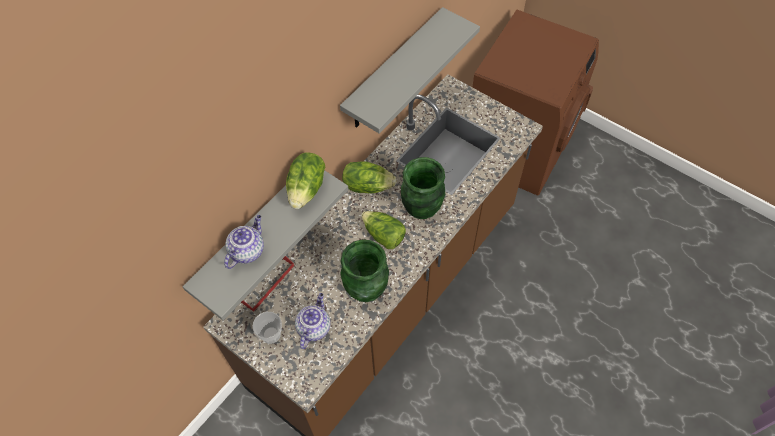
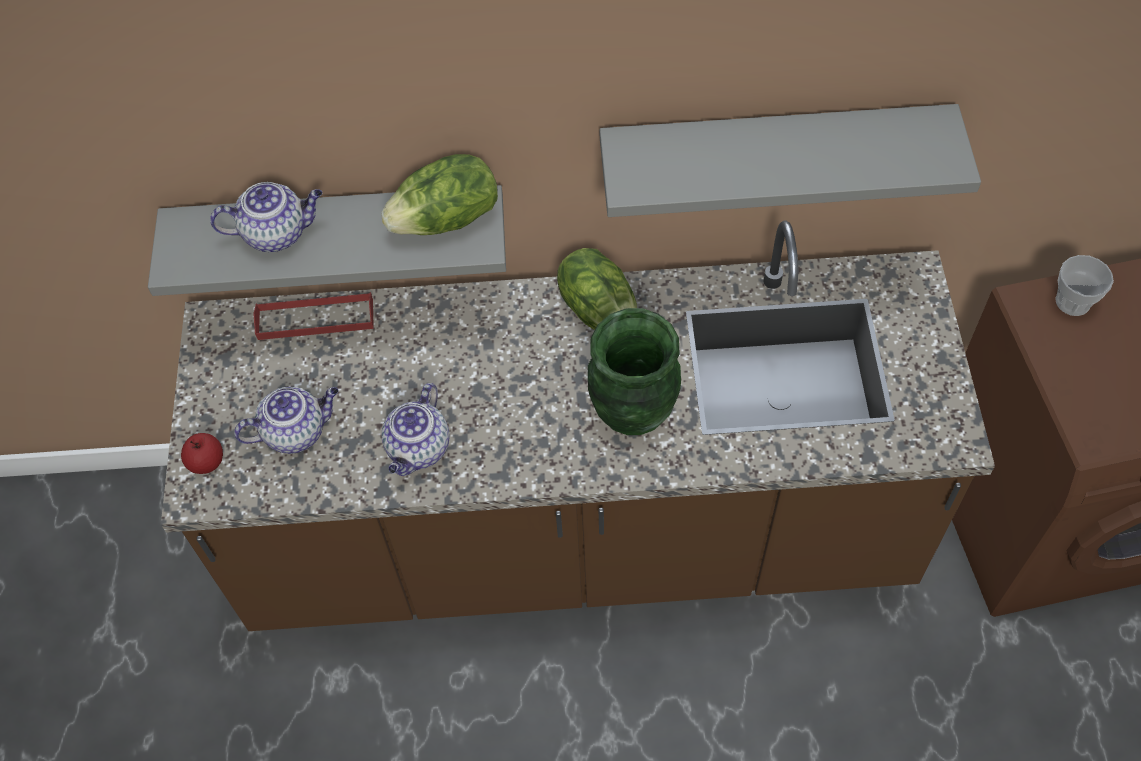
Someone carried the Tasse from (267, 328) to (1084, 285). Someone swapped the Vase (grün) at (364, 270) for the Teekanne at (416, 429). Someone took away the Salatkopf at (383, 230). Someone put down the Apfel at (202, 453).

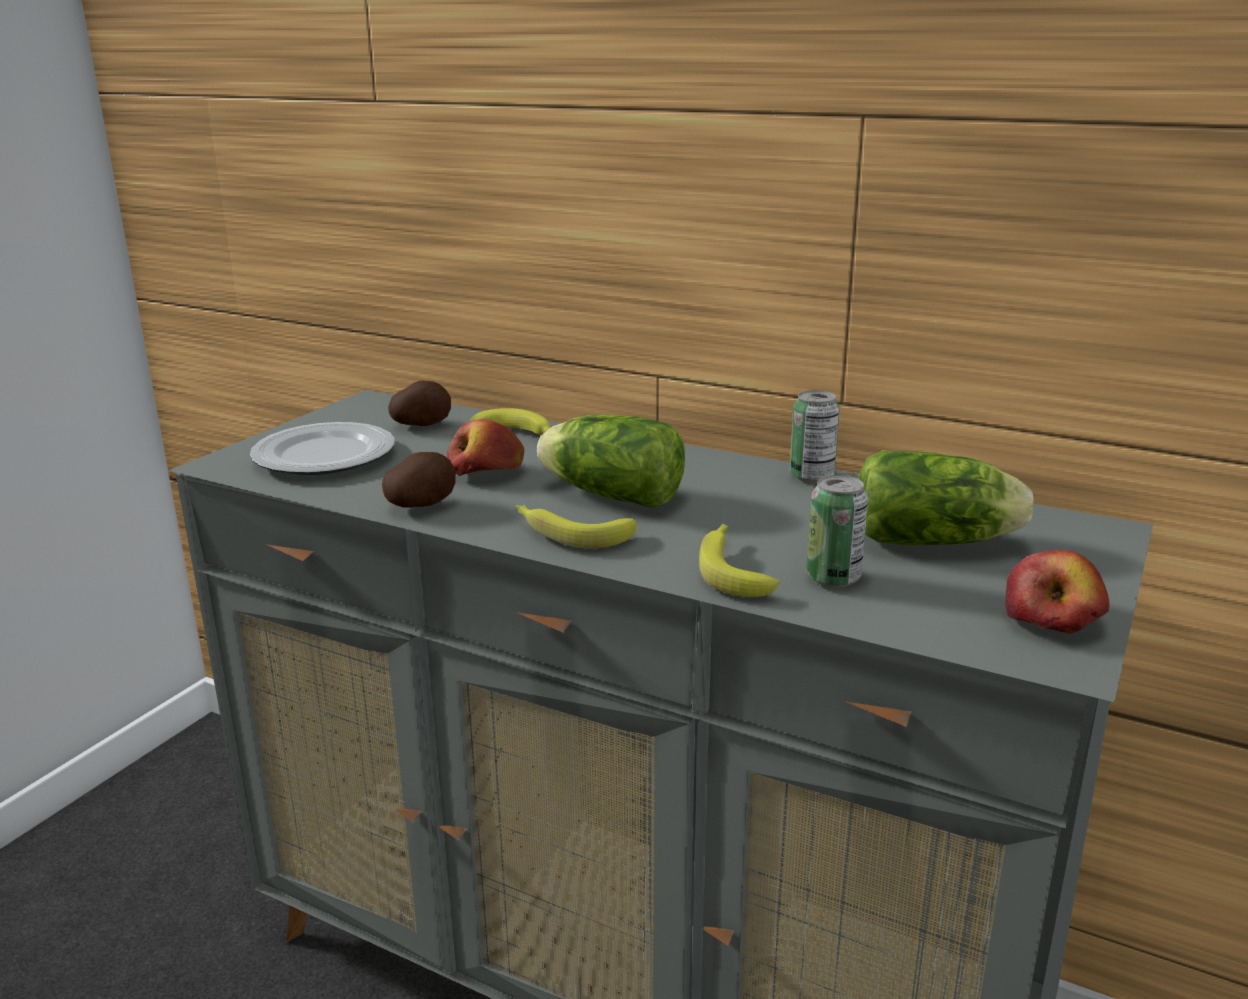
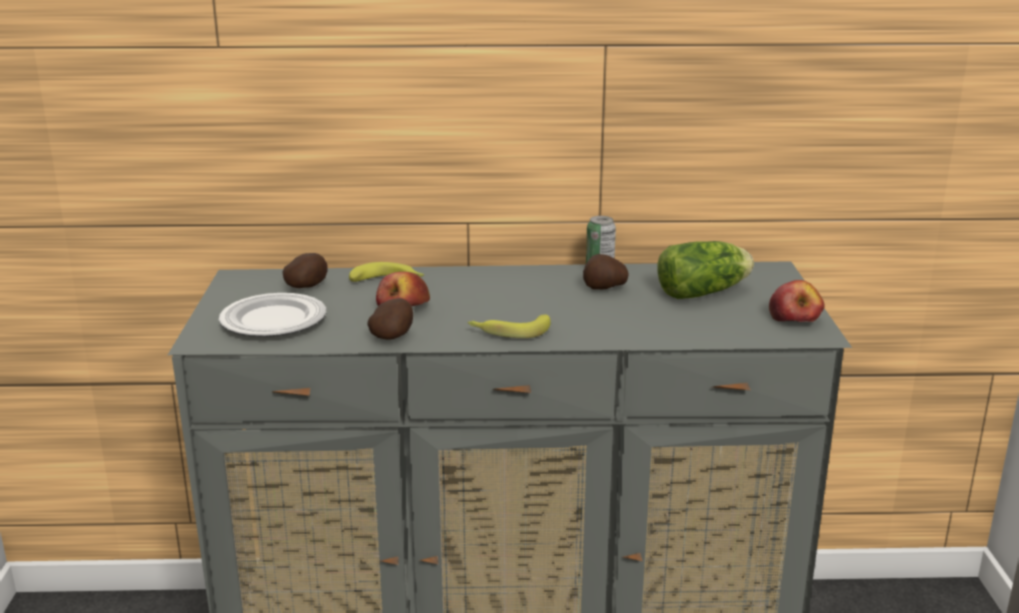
Someone took away the Salatkopf at (611, 460). Someone took away the Banane at (739, 560). Someone took away the Dose at (837, 531). Someone put down the Kartoffel at (606, 271).

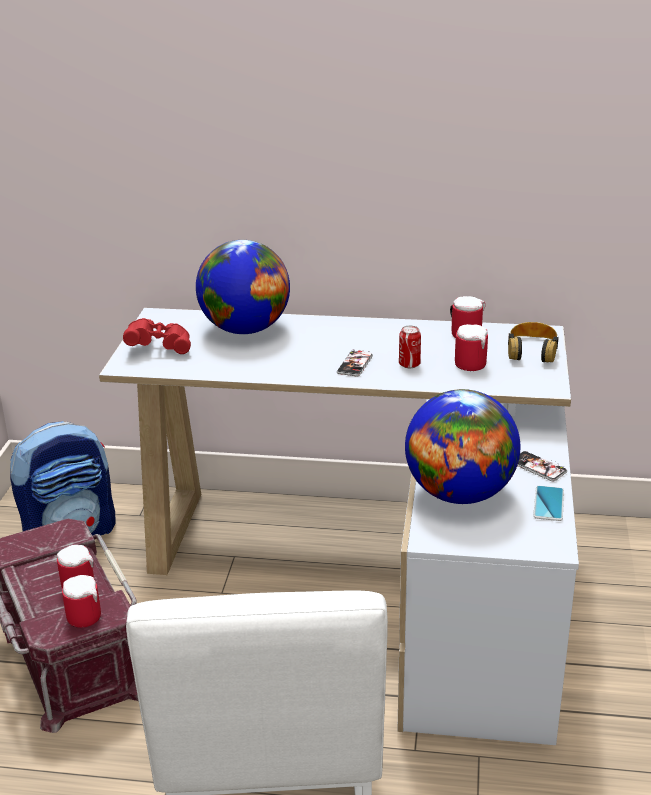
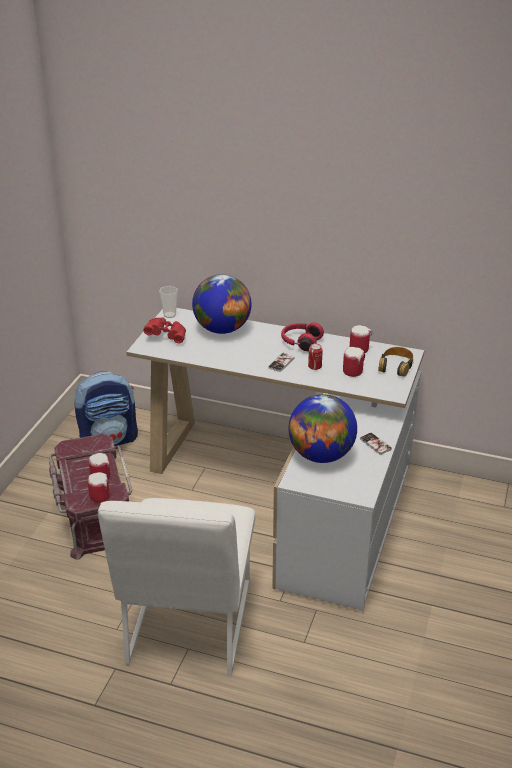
Someone took away the Handy at (548, 503). Someone put down the Tasse at (168, 302). Someone put down the Kopfhörer (rot) at (302, 336).

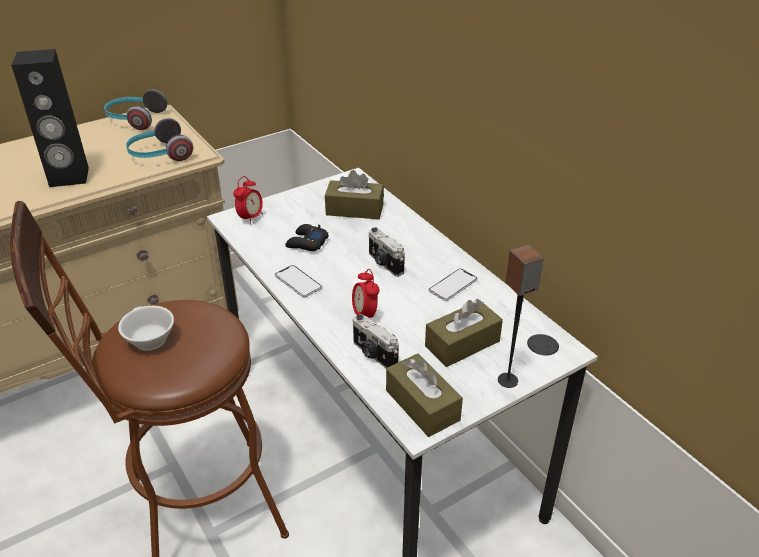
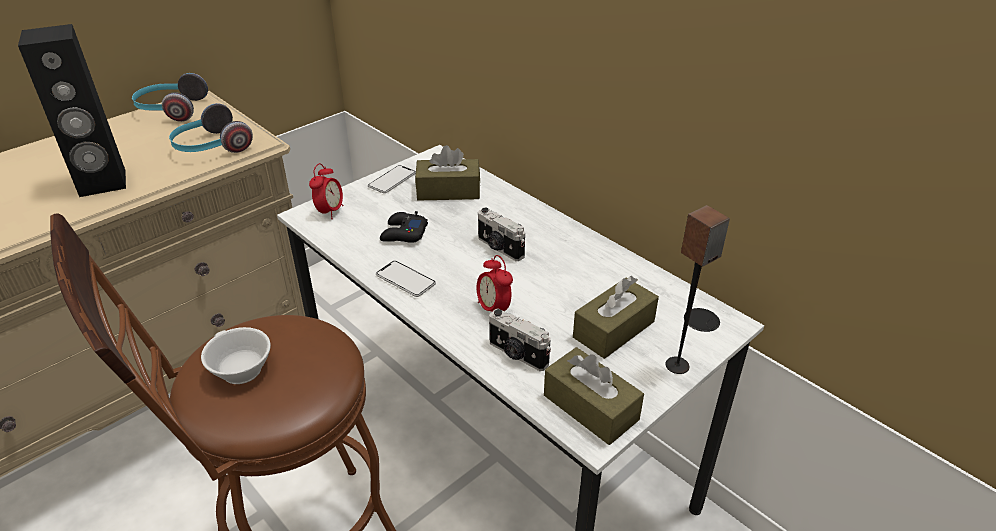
Someone carried the Handy from (453, 285) to (392, 179).

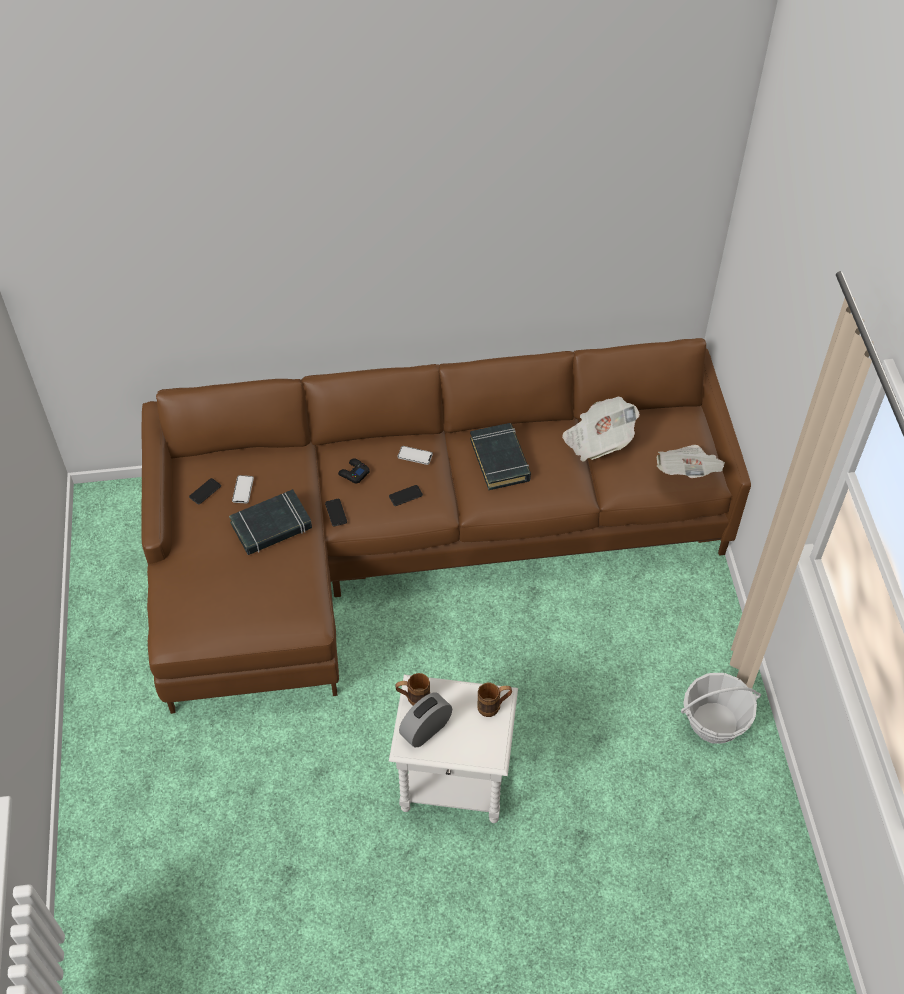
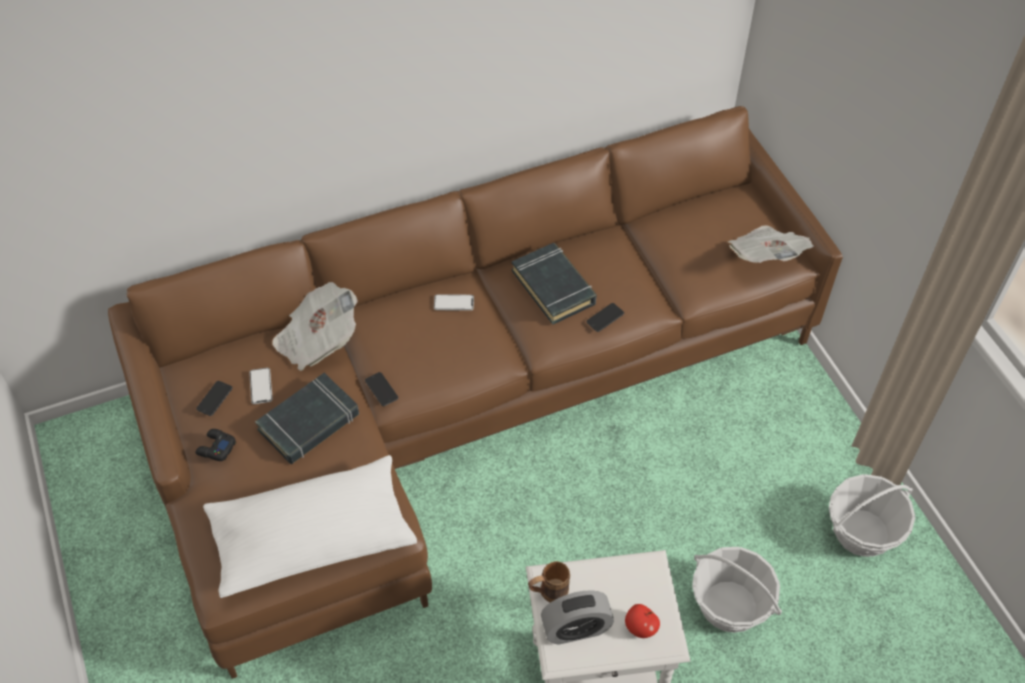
Someone carried the Gamepad (schwarz) from (354, 471) to (216, 445). Someone carried the Handy from (406, 495) to (605, 317). Someone rotated the Wecker at (425, 719) by 135 degrees counterclockwise. Someone took away the Henkelbecher (braun) at (494, 700). Someone carried the Zeitung from (601, 429) to (315, 326). Someone put down the Kissen (weiß) at (310, 526). Someone put down the Apfel at (642, 621). Someone put down the Korb at (737, 590).

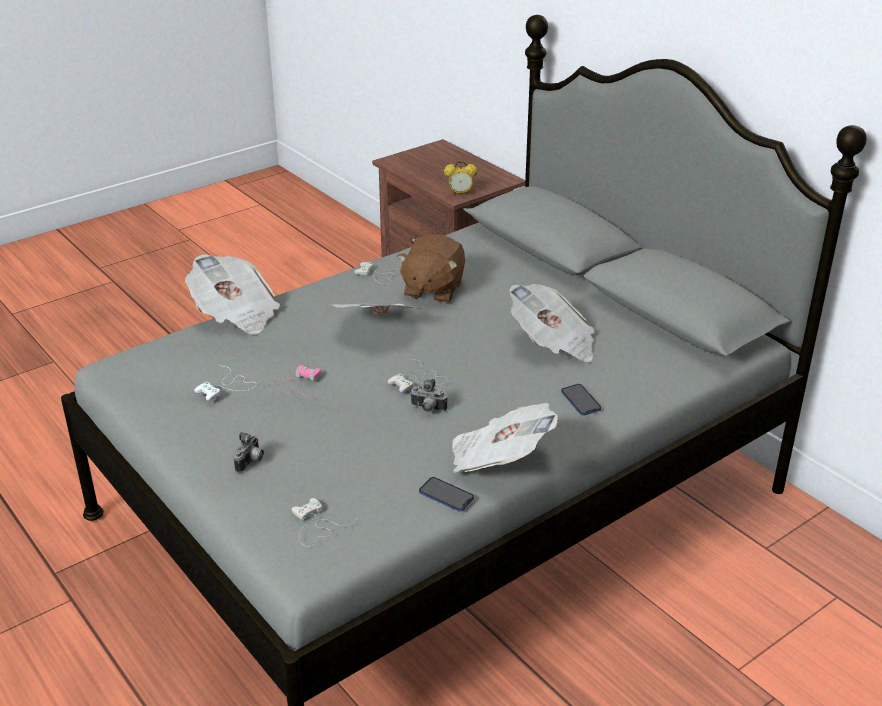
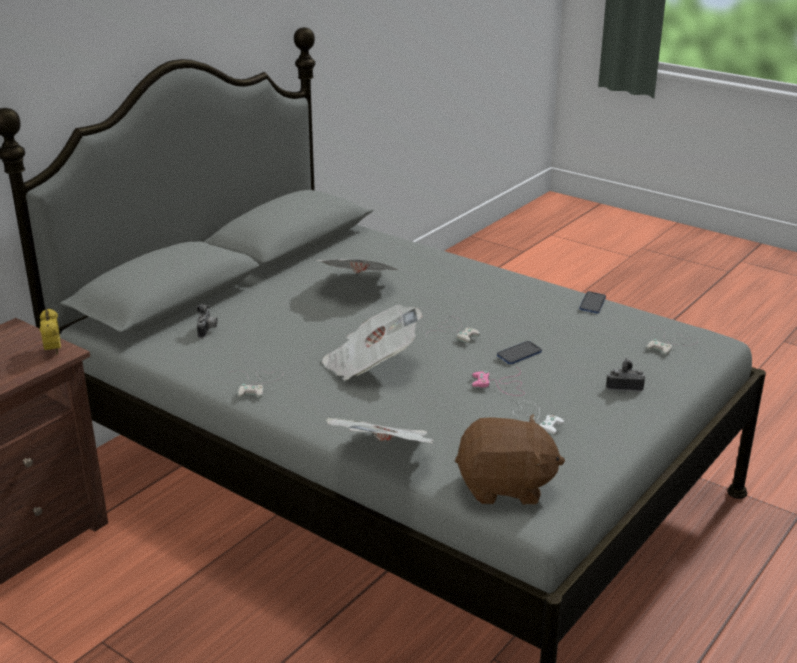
Someone carried the Plüschtier (braun) from (431, 268) to (510, 459). Someone carried the Kamera from (428, 395) to (206, 321). Someone took away the Zeitung at (505, 438). Someone carried the Handy from (581, 400) to (519, 352).

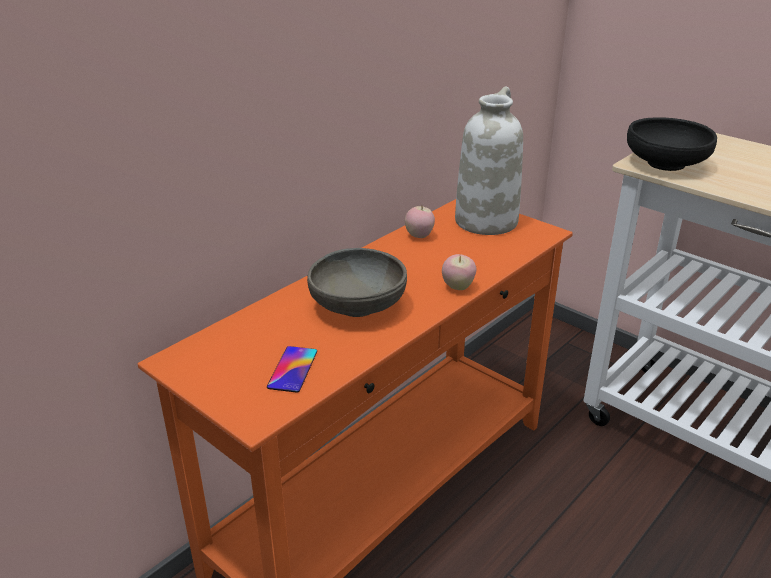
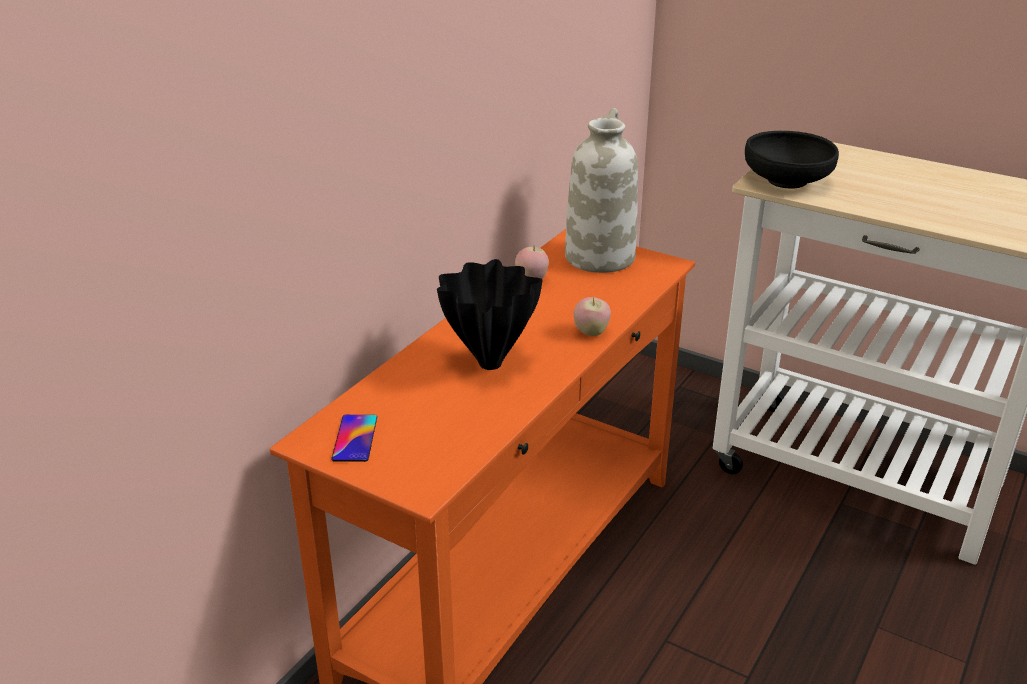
Someone carried the Handy from (292, 369) to (354, 438). Someone swapped the Schüssel (grau) at (357, 282) for the Vase (schwarz) at (489, 314).

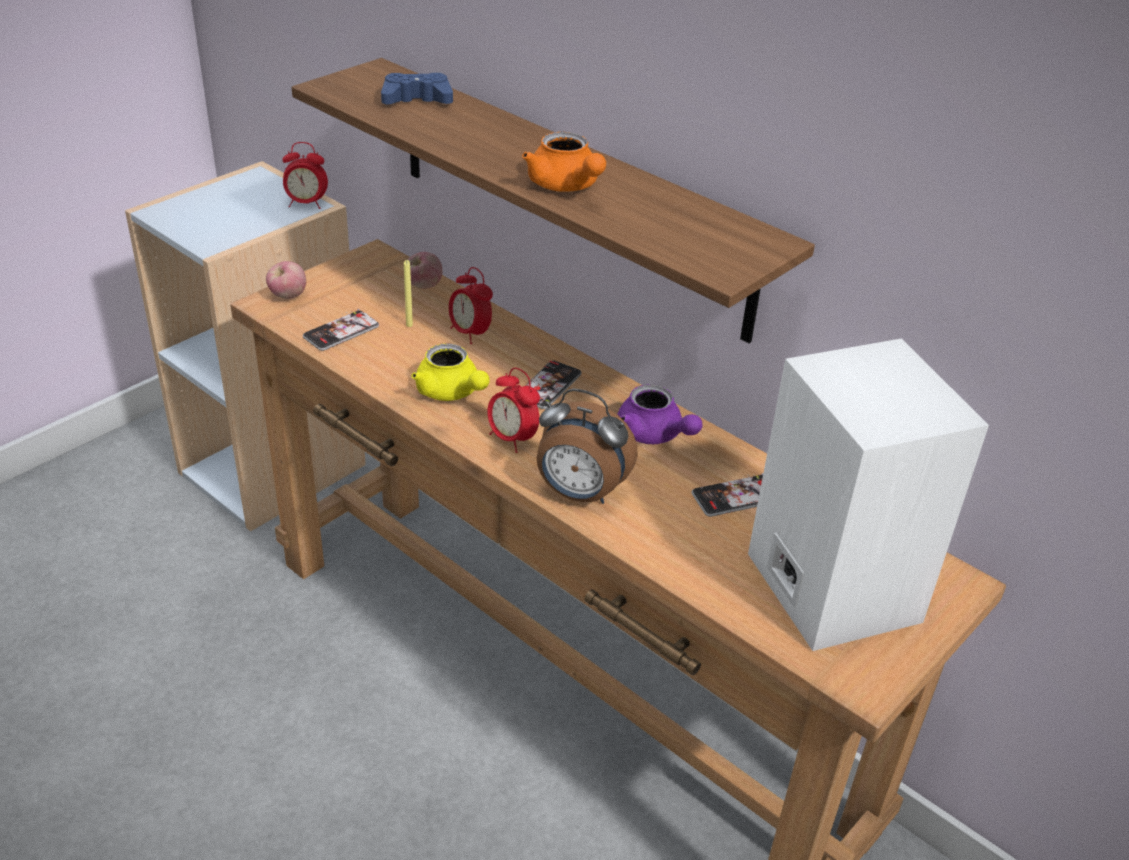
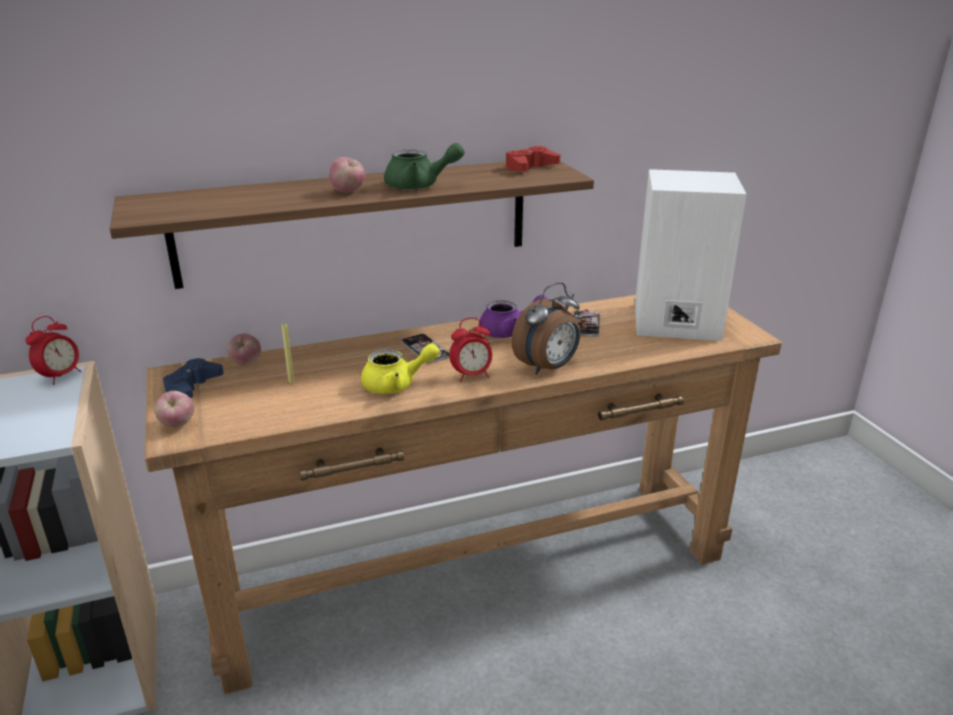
Someone took away the Handy at (341, 330). Someone carried the Gamepad (blau) from (417, 88) to (193, 378). Someone took away the Wecker at (471, 305). Someone repainted the Teekanne (orange) at (564, 162), which became the Teekanne (grün) at (424, 166). Someone put down the Apfel at (347, 175). Someone put down the Gamepad (rot) at (533, 159).

